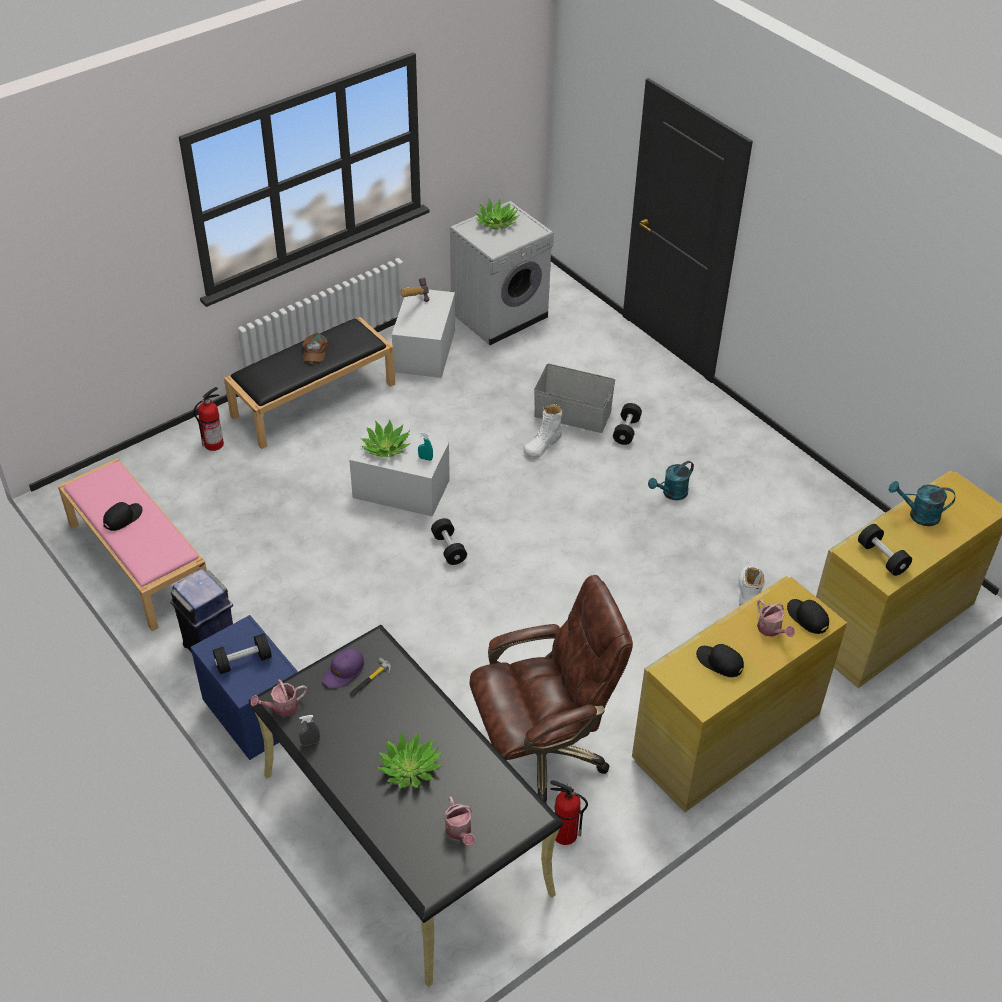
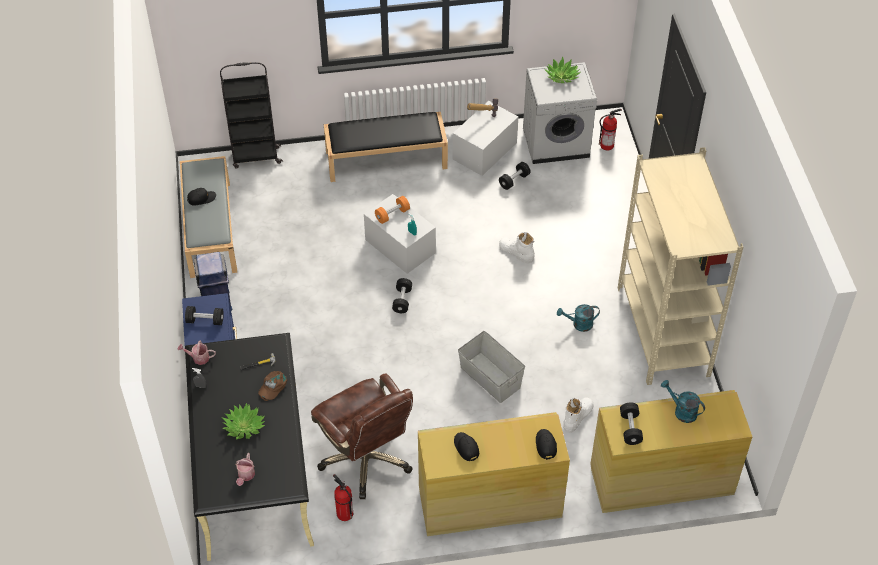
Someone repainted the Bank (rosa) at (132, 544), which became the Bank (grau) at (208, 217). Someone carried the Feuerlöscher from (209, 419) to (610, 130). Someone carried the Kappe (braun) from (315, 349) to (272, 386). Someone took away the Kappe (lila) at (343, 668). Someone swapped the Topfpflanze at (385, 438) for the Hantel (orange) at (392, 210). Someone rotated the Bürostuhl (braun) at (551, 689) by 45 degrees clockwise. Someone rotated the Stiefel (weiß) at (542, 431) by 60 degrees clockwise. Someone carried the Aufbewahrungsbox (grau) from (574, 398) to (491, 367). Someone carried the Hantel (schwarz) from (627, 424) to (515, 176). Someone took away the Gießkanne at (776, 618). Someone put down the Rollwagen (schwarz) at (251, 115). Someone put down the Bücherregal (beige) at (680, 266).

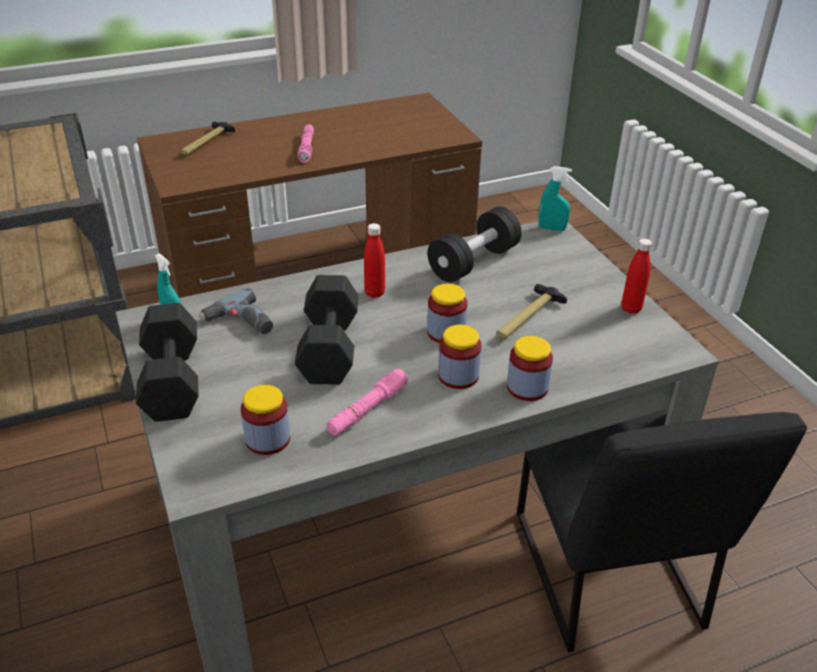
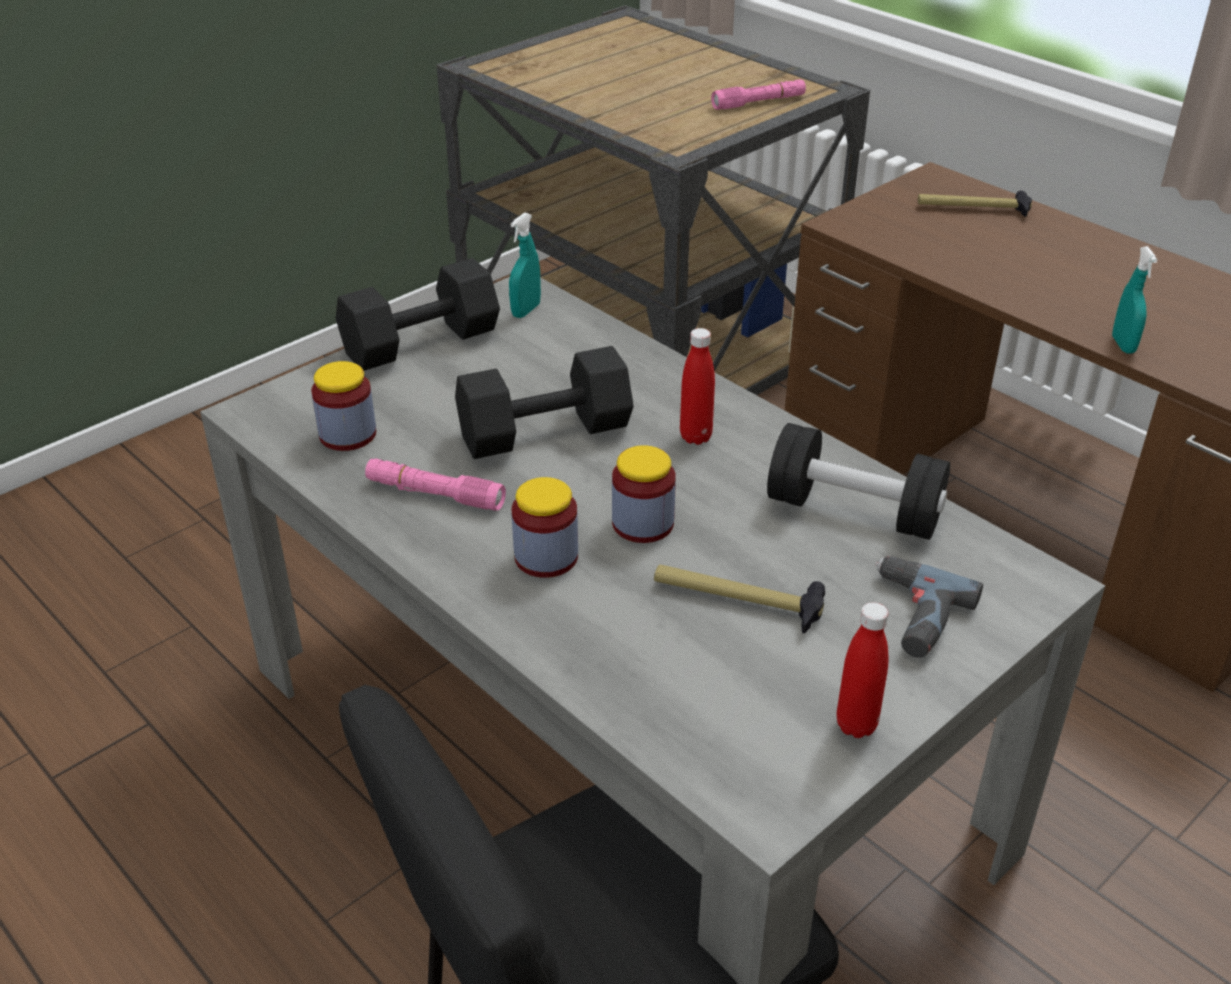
Someone carried the Bohrmaschine from (236, 311) to (929, 607). Someone carried the Taschenlampe (rosa) from (306, 143) to (758, 94). Someone took away the Vorratsglas at (530, 368). Someone carried the Sprühflasche (türkis) from (555, 198) to (1134, 299).

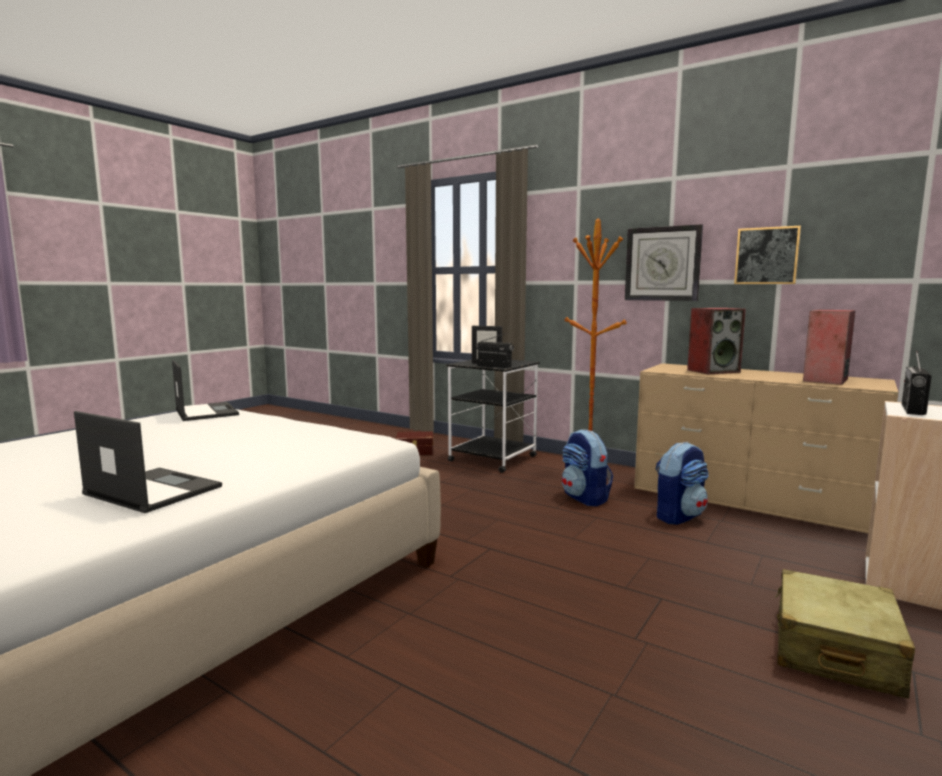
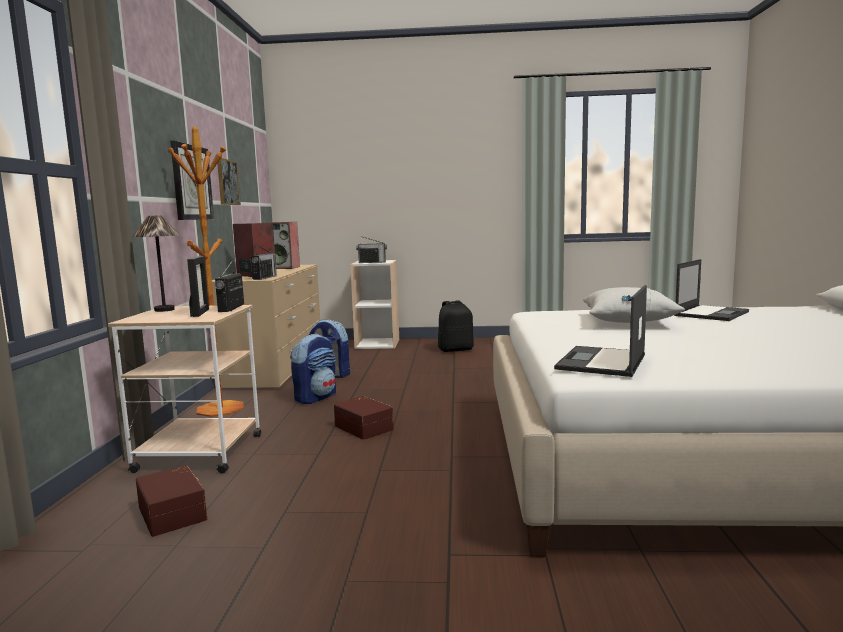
Someone rotated the Laptop at (148, 462) by 135 degrees counterclockwise. Someone repainted the Rollwagen (schwarz) at (493, 416), which became the Rollwagen (beige) at (184, 389). Someone swapped the Koffer (beige) at (845, 634) for the Rucksack (schwarz) at (456, 326). Someone put down the Tischlampe at (156, 264). Someone put down the Radio at (264, 262). Someone put down the Aufbewahrungsbox (braun) at (363, 418). Someone put down the Kissen (grau) at (634, 305).

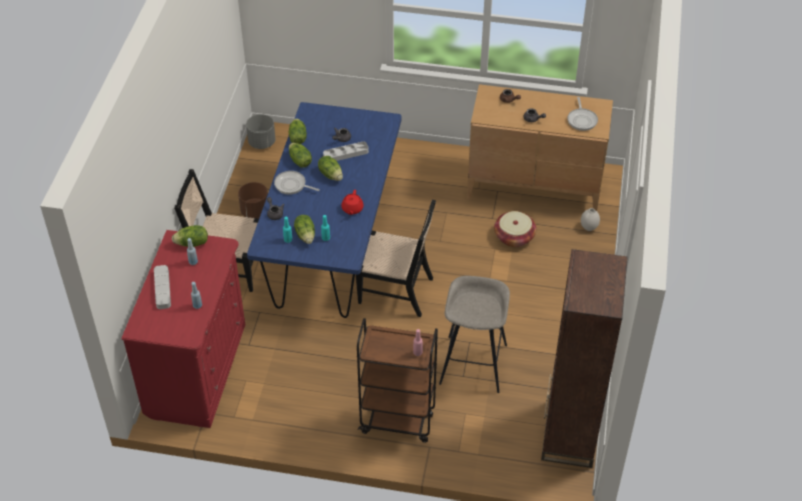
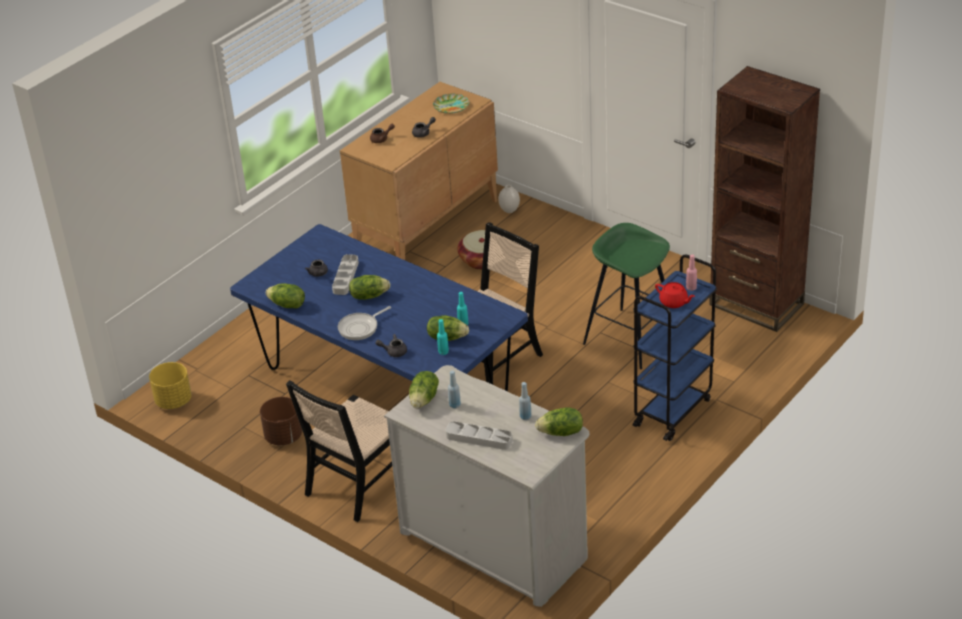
Someone repainted the Kommode (rot) at (183, 329), which became the Kommode (weiß) at (486, 486). Someone repainted the Pflanzkübel (grau) at (260, 131), which became the Pflanzkübel (gelb) at (170, 385). Someone carried the Salatkopf from (300, 155) to (559, 422). Someone carried the Teekanne (rot) from (352, 202) to (675, 295). Someone repainted the Rollwagen (braun) at (397, 380), which became the Rollwagen (blau) at (675, 348). Someone repainted the Hocker (grau) at (474, 334), which became the Hocker (grün) at (626, 296). Someone swapped the Pfanne at (582, 114) for the Teller at (451, 104).

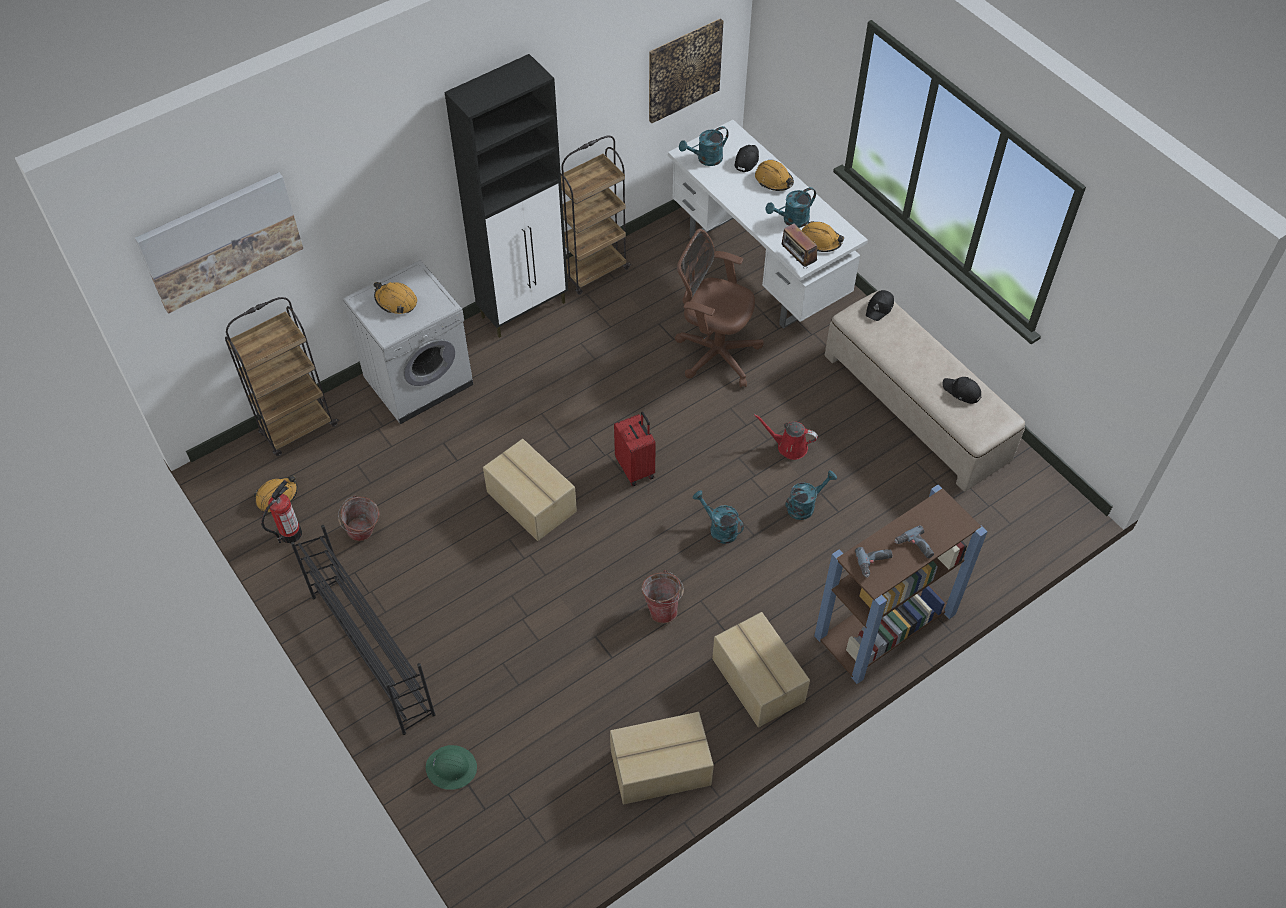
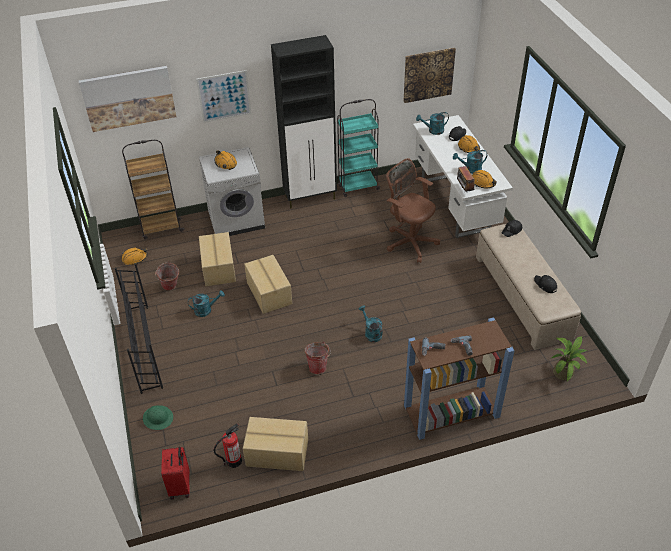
Someone carried the Feuerlöscher from (281, 511) to (227, 445). Someone repainted the Rollwagen (braun) at (596, 215), which became the Rollwagen (türkis) at (359, 148). Someone carried the Koffer (rot) from (635, 449) to (175, 473). Someone carried the Karton from (761, 669) to (217, 259). Someone took away the Gießkanne (rot) at (786, 437). Someone carried the Gießkanne (türkis) from (811, 495) to (206, 303). Someone put up the Bild at (223, 96). Someone put down the Topfpflanze at (569, 358).

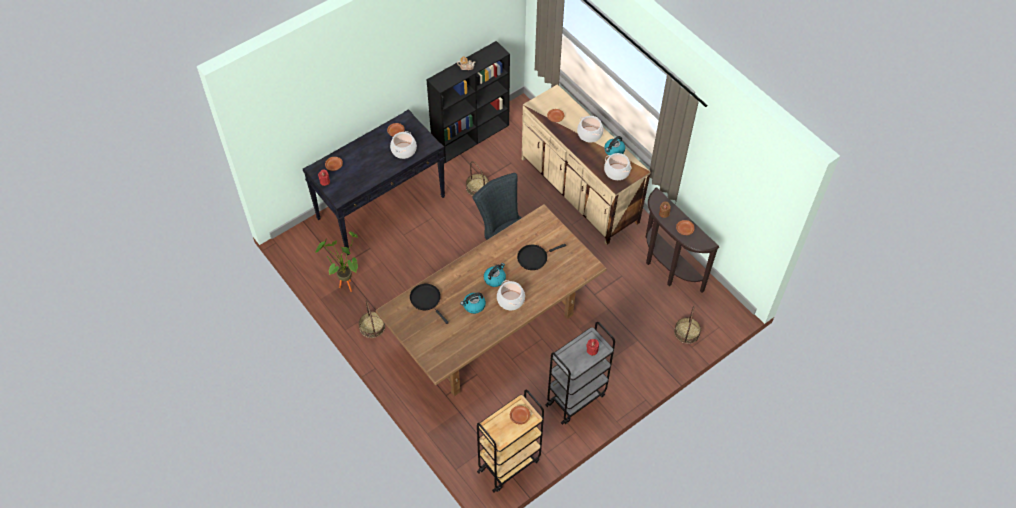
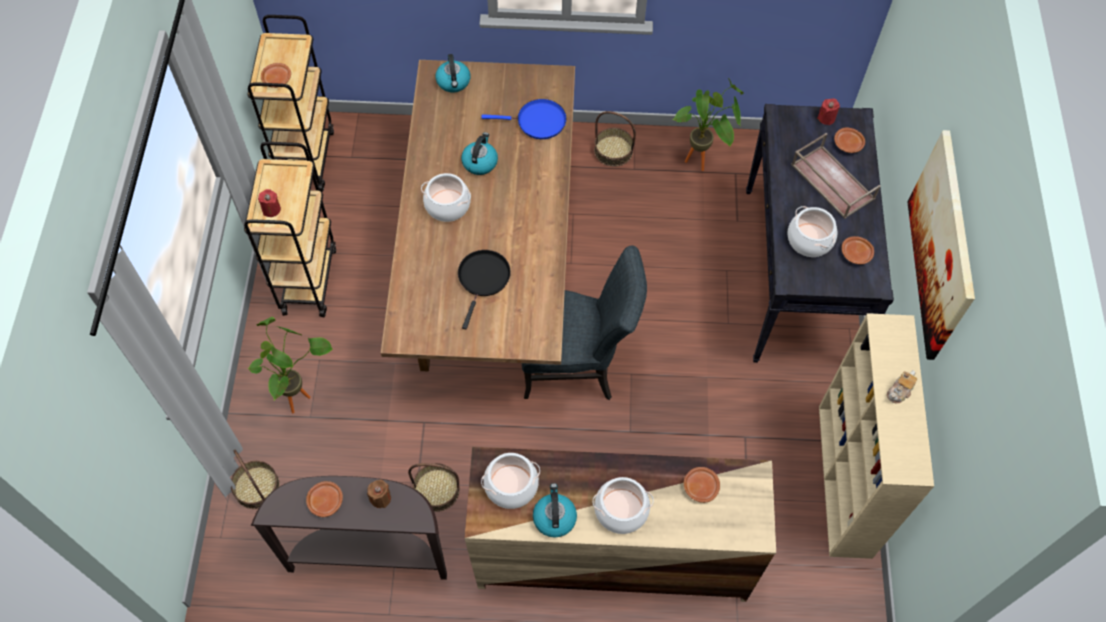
Someone repainted the Pfanne (schwarz) at (429, 303), which became the Pfanne (blau) at (524, 119). Someone repainted the Bücherregal (schwarz) at (468, 102), which became the Bücherregal (beige) at (876, 436). Someone carried the Korb from (477, 178) to (434, 487). Someone carried the Wasserkessel from (495, 275) to (453, 73). Someone repainted the Rollwagen (grau) at (580, 373), which became the Rollwagen (braun) at (290, 229). Someone put down the Topfpflanze at (290, 365). Someone put down the Tablett (braun) at (836, 176). Someone put up the Bild at (941, 245).

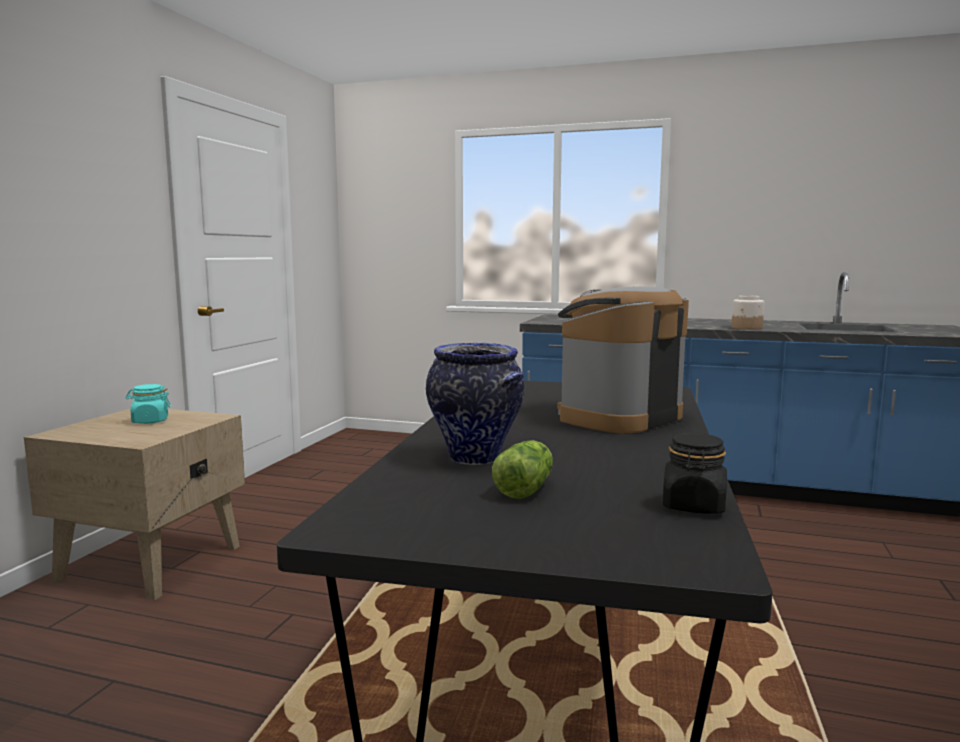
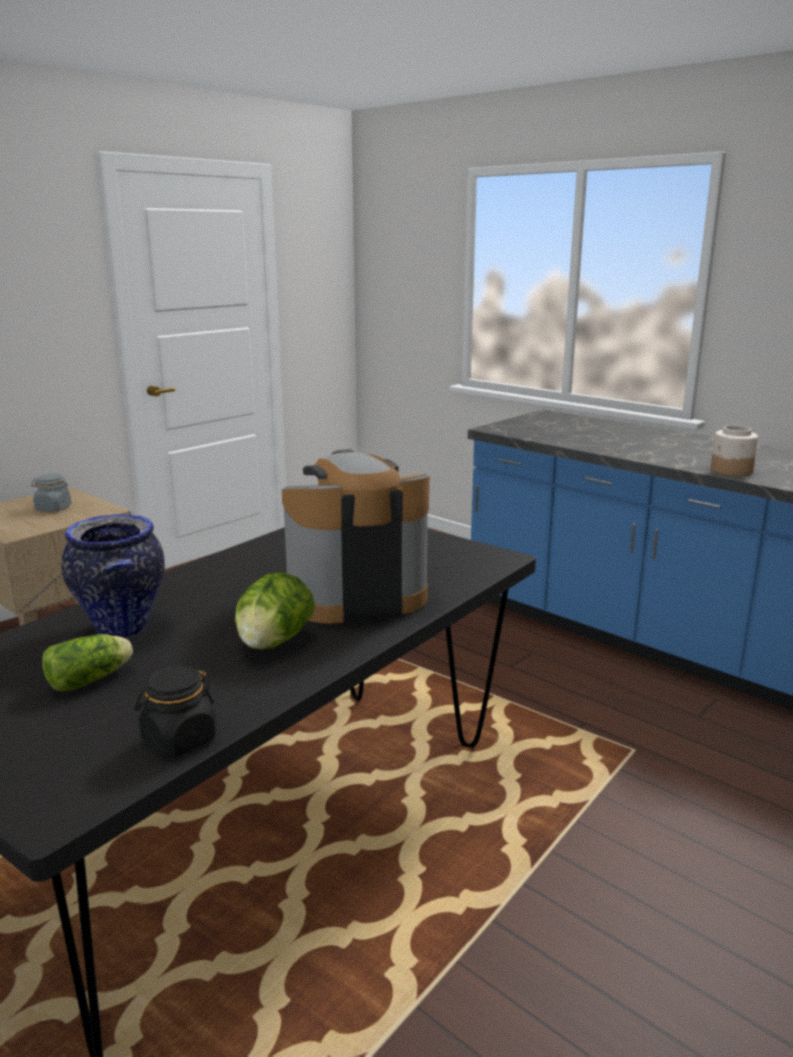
Someone repainted the Vorratsglas (türkis) at (148, 404), which became the Vorratsglas (grau) at (51, 492). Someone put down the Salatkopf at (275, 610).

